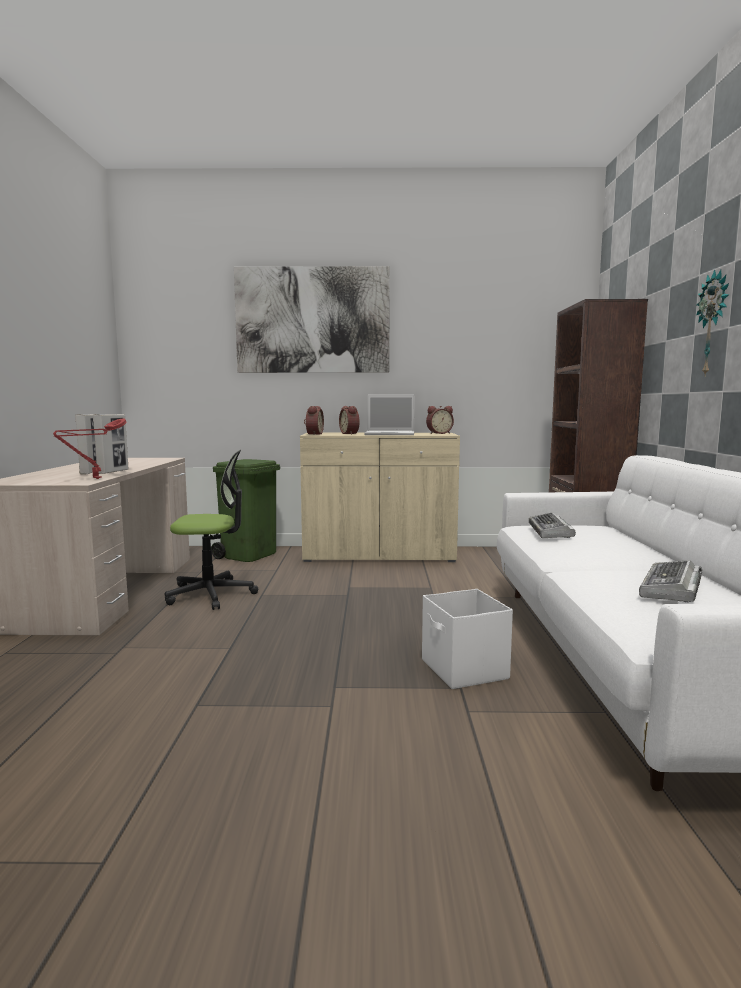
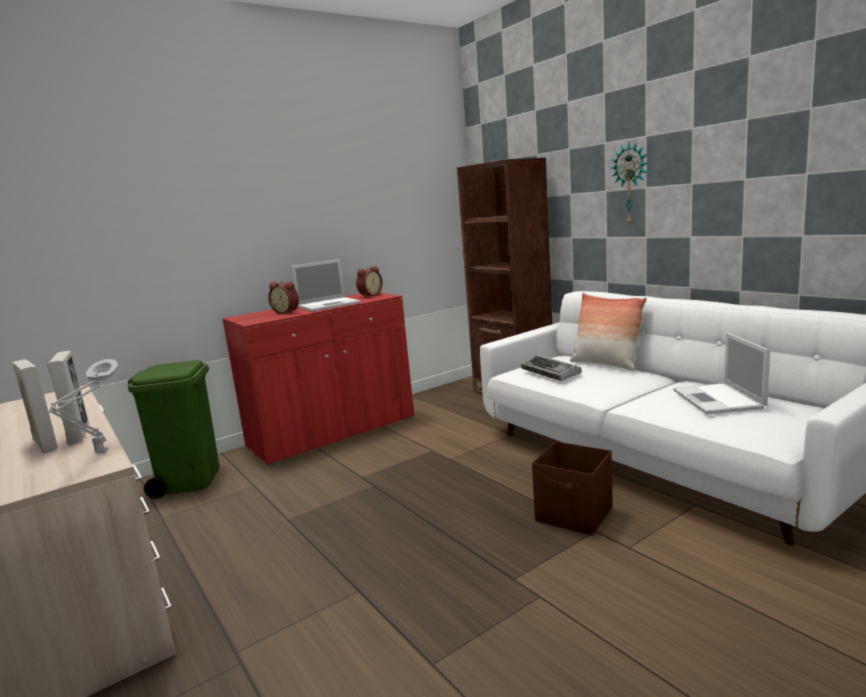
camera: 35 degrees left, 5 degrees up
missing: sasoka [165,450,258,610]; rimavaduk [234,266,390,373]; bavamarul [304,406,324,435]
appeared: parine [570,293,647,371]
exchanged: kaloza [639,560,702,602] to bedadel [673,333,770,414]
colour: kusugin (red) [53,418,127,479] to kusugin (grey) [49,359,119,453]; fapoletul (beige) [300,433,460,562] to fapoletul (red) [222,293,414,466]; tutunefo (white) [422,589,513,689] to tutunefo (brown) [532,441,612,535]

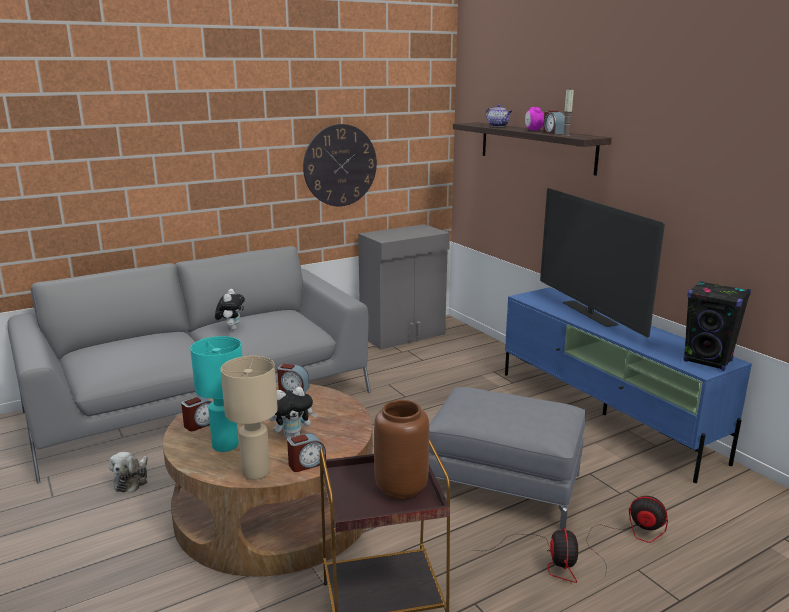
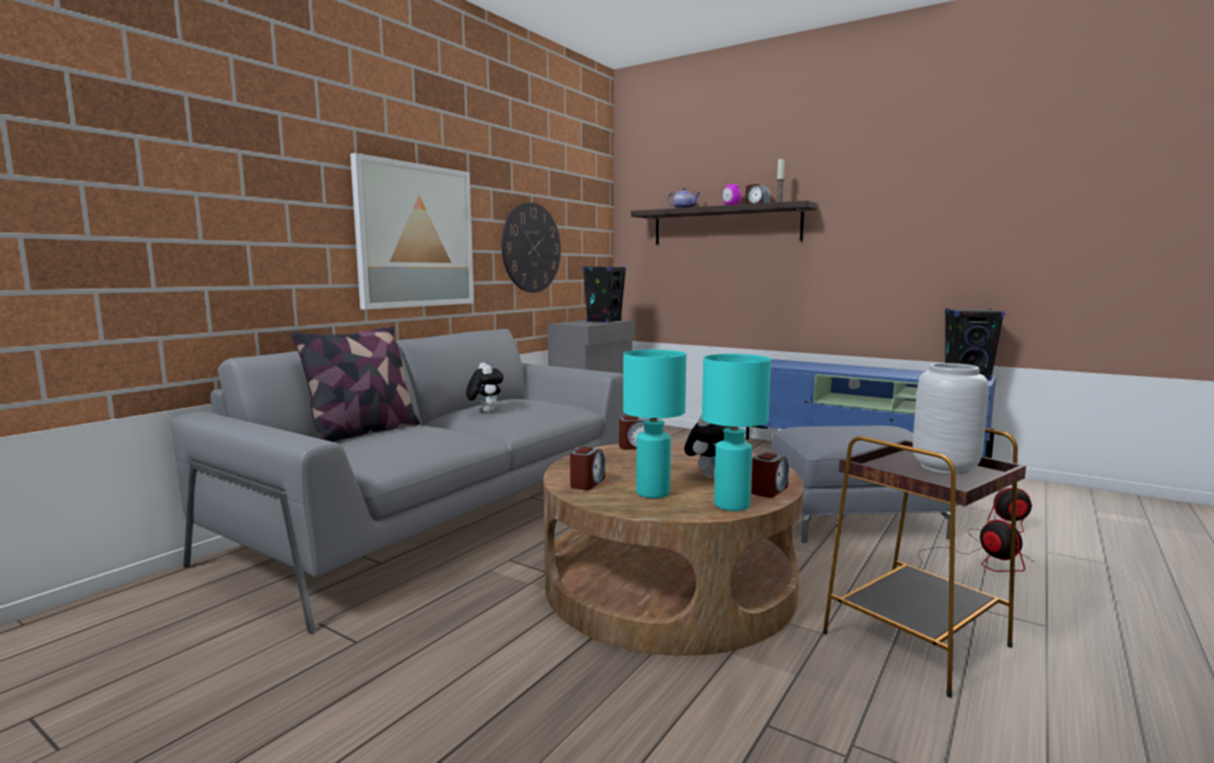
camera: 25 degrees left, 10 degrees down
missing: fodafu [109,452,148,493]; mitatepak [540,188,665,338]
appeared: parine [290,326,420,442]; rimavaduk [350,153,474,310]; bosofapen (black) [583,266,626,323]
colour: kusugin (beige) [221,356,278,480] to kusugin (turquoise) [702,354,771,511]; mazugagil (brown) [374,400,429,499] to mazugagil (grey) [913,363,989,475]

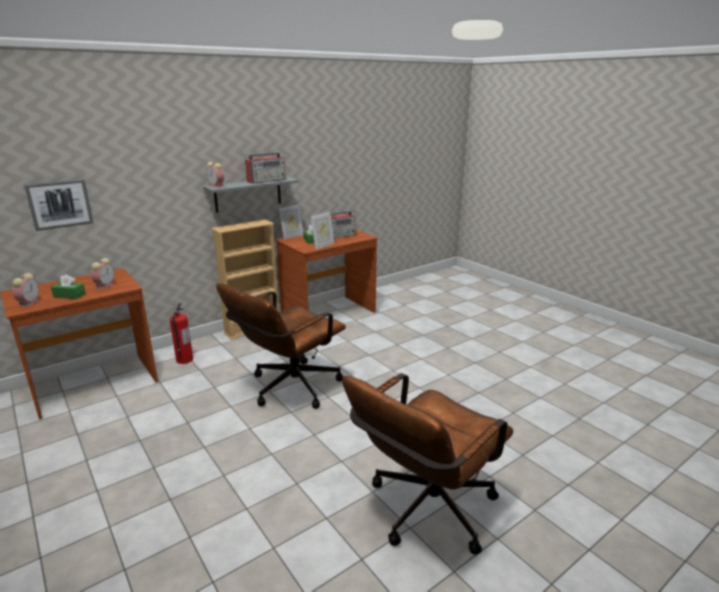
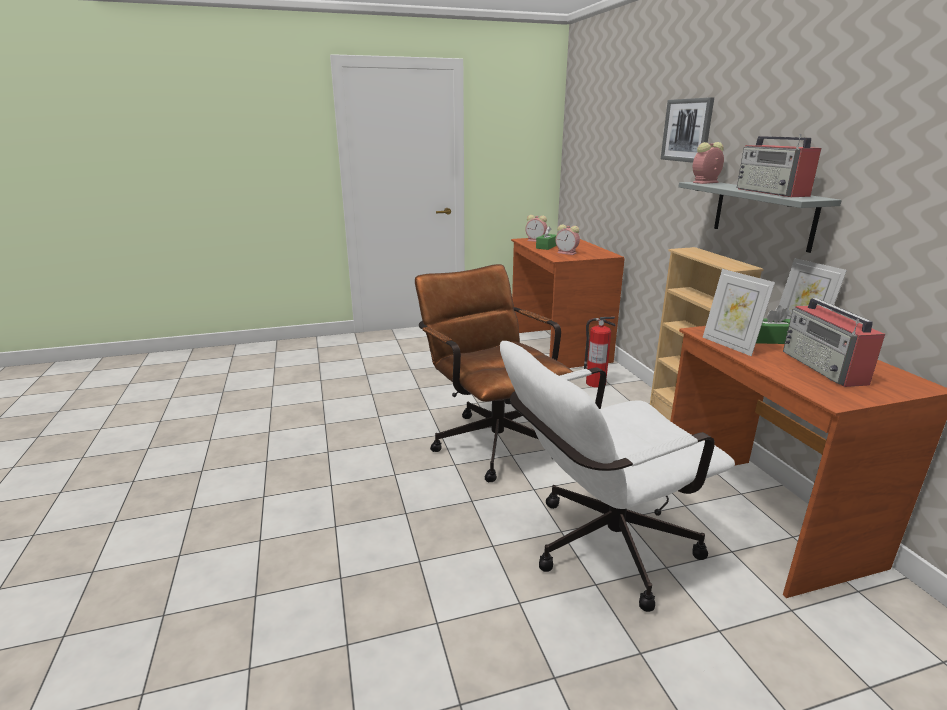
camera: 110 degrees right, 0 degrees up
missing: sasoka (brown) [342,373,514,555]
appeared: sasoka (white) [500,341,735,612]
relocated: rimavaduk [24,179,94,231] to [661,97,714,163]

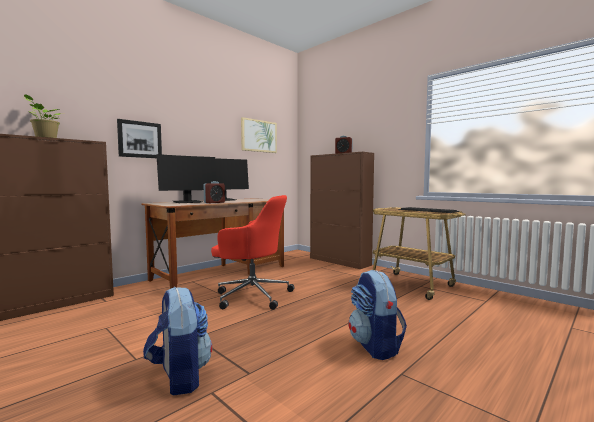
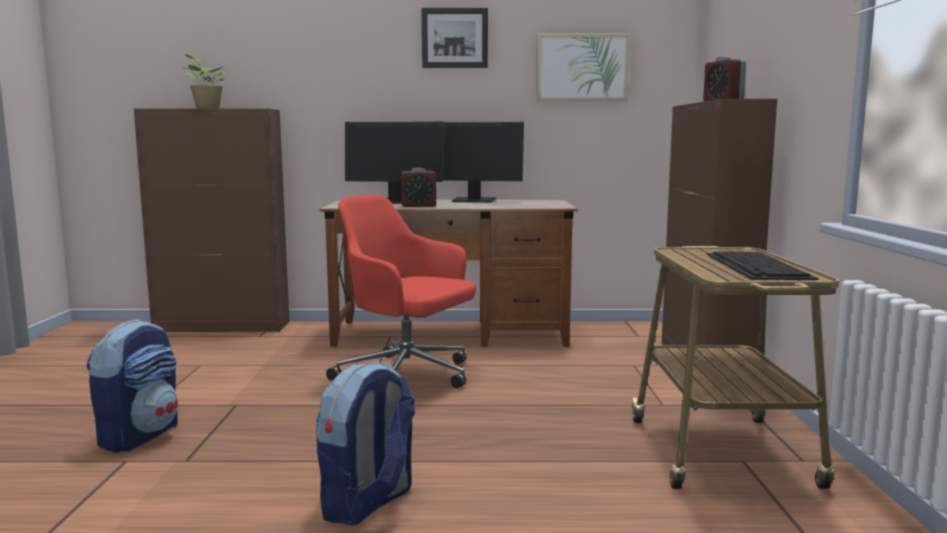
camera: 45 degrees right, 5 degrees up
relocated: rimavaduk [117,119,162,158] to [422,8,488,68]
spun: sasoka (red) [211,195,295,310] = [326,195,476,388] 150 degrees clockwise

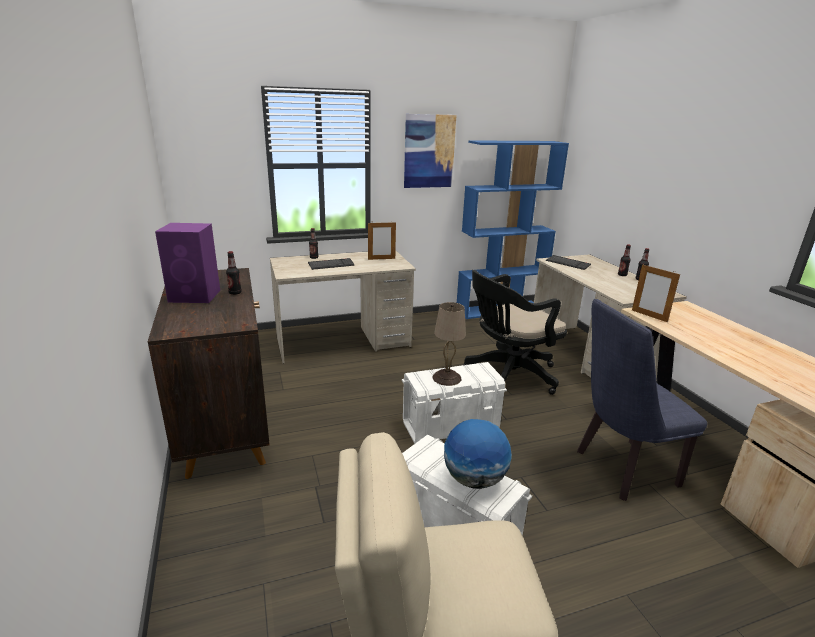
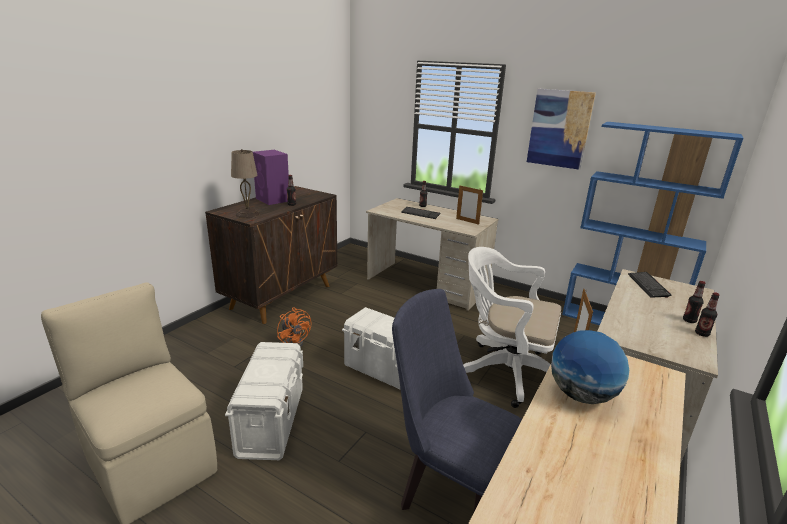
camera: 50 degrees right, 0 degrees up
appeared: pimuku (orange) [277,307,311,347]
relocated: kusugin (beige) [432,302,466,386] to [231,149,260,218]; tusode [444,419,512,489] to [551,330,629,404]
colour: sasoka (black) [464,270,567,395] to sasoka (white) [463,247,561,408]

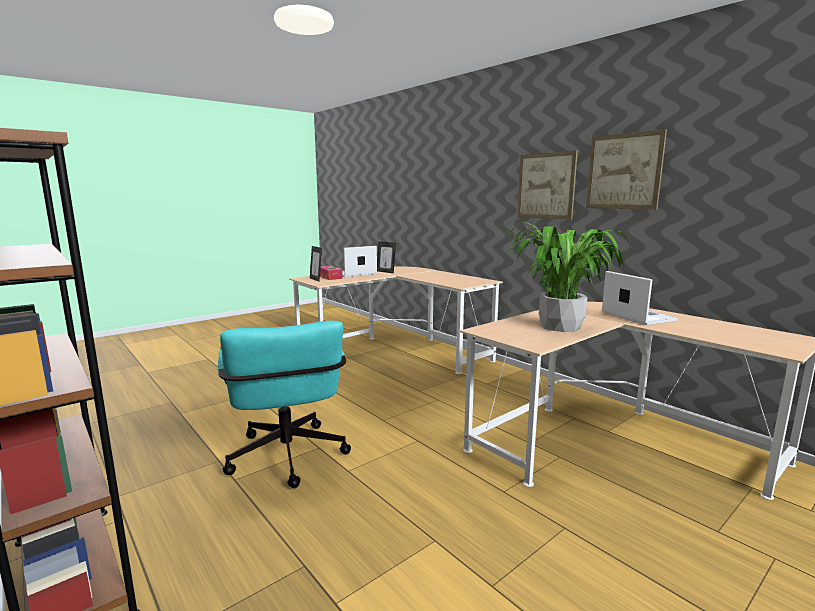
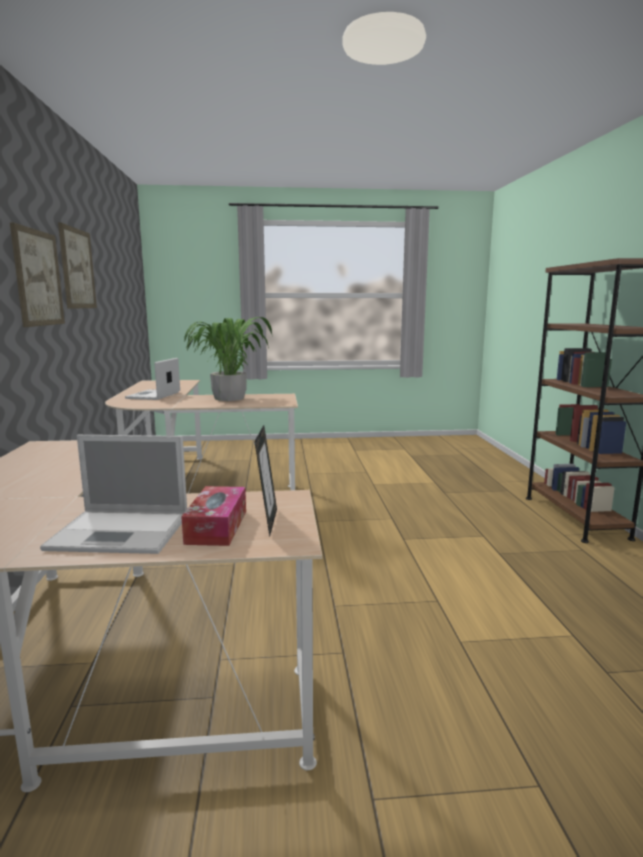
camera: 145 degrees left, 0 degrees up
missing: sasoka (turquoise) [217,321,351,488]; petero [377,242,396,273]

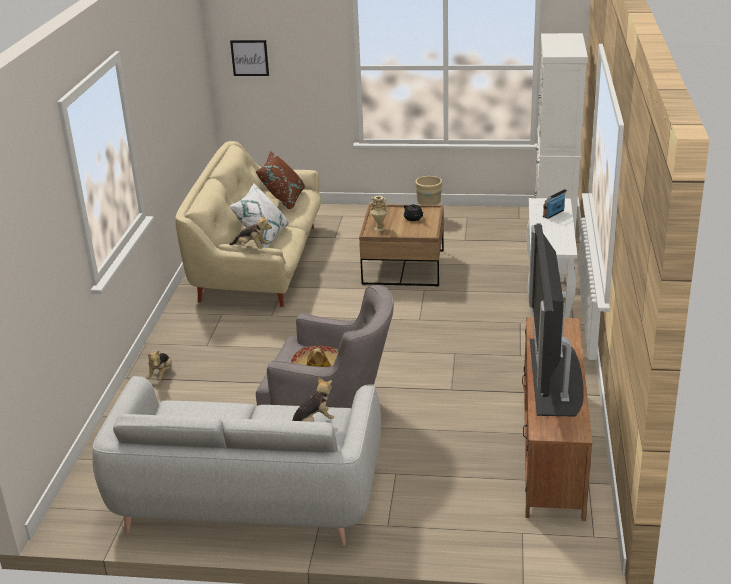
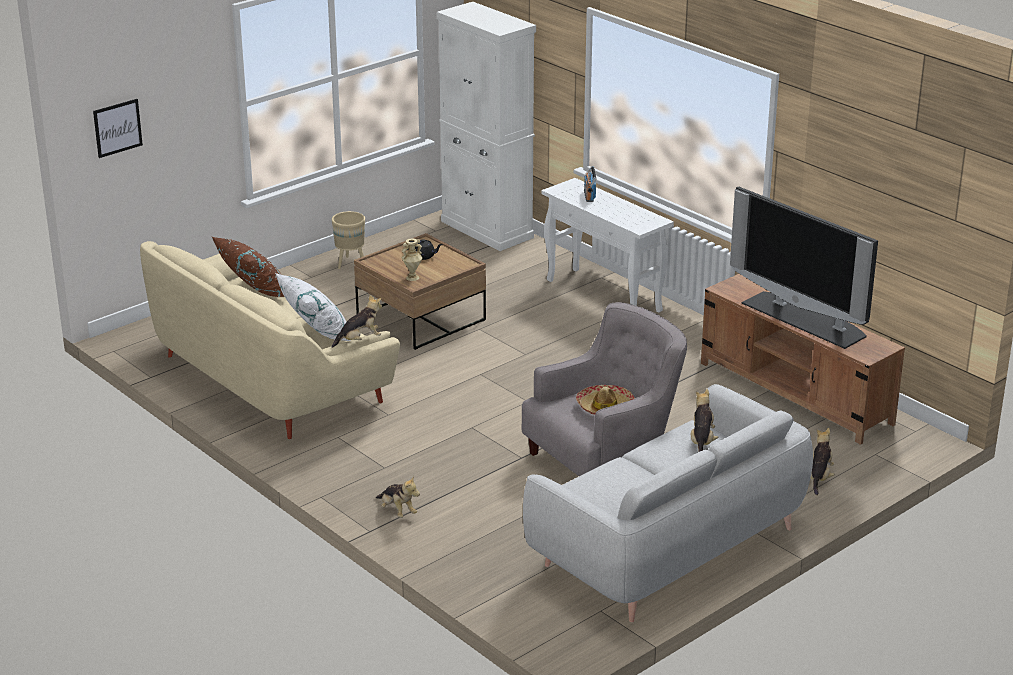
camera: 50 degrees left, 0 degrees up
appeared: fodafu [811,428,835,495]

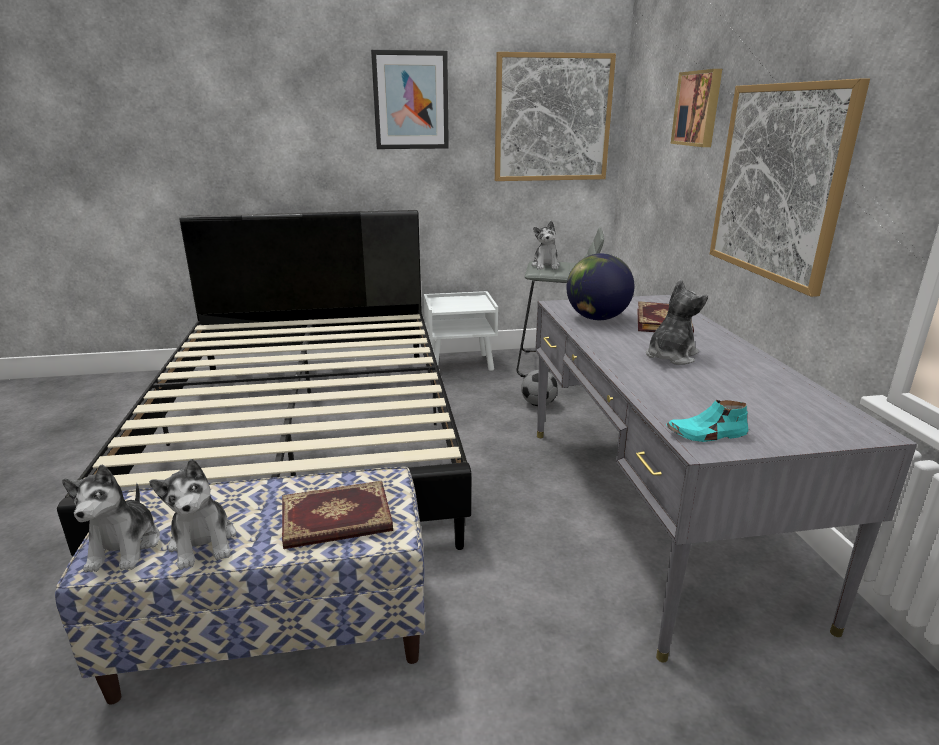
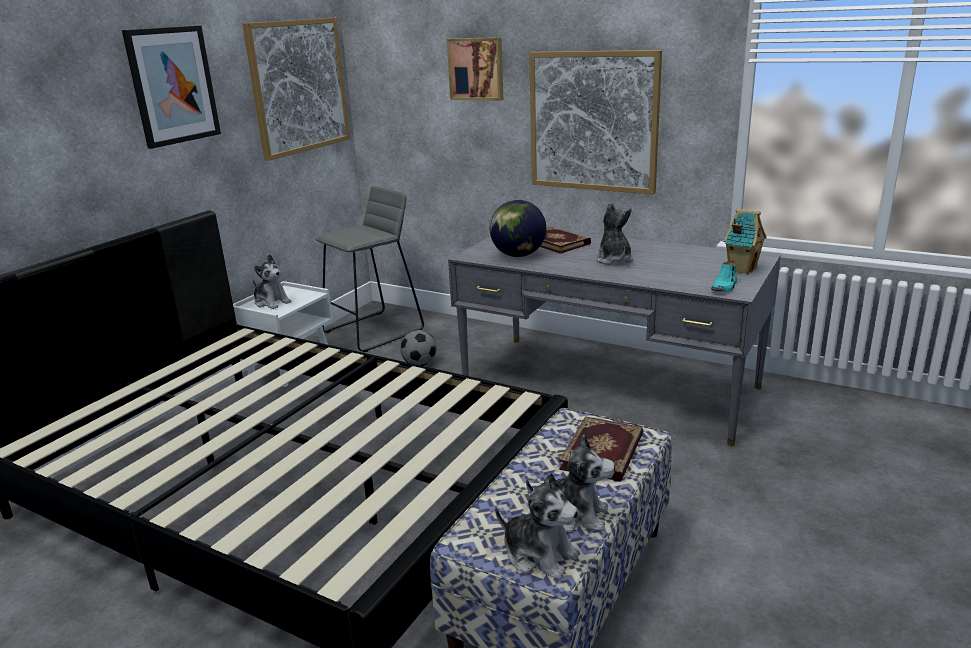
camera: 50 degrees left, 0 degrees up
appeared: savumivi [723,209,767,274]
relocated: fodafu [532,221,560,270] to [253,254,292,309]

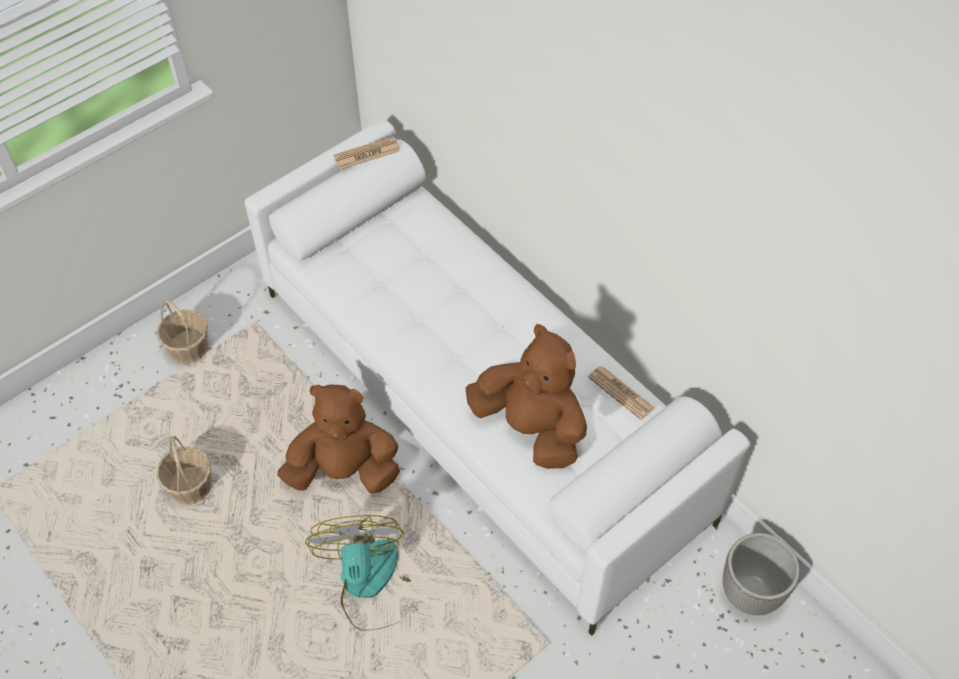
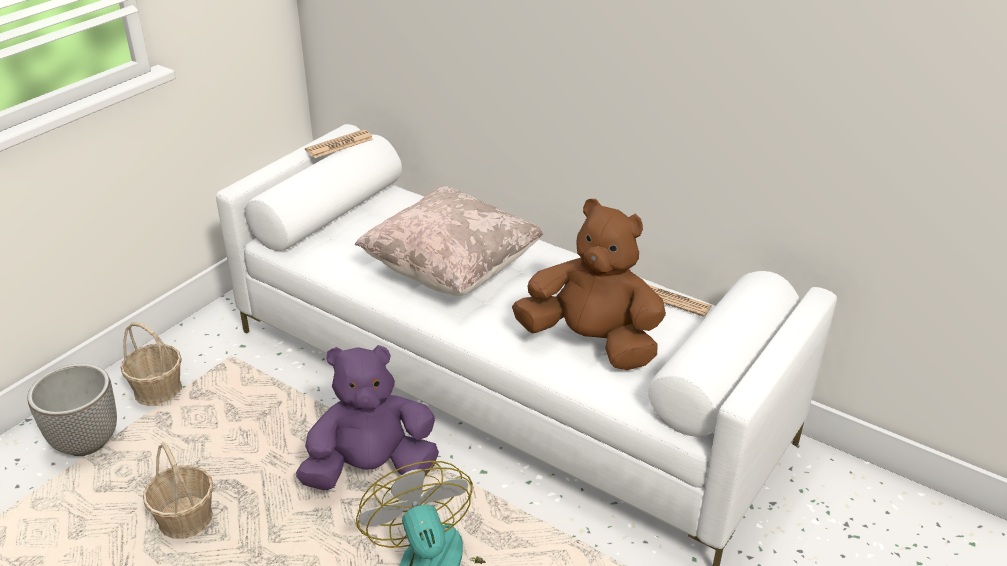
camera: 15 degrees left, 20 degrees down
appeared: parine (beige) [355,186,544,296]
relocated: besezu [723,533,800,615] to [27,364,117,456]
colour: fodafu (brown) [277,384,400,494] to fodafu (purple) [296,345,439,490]

